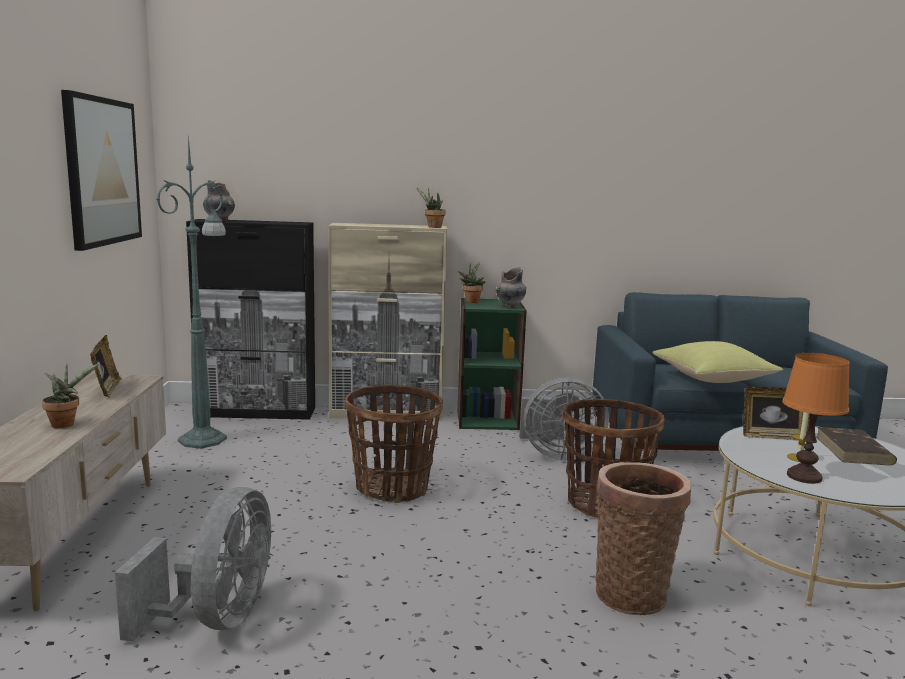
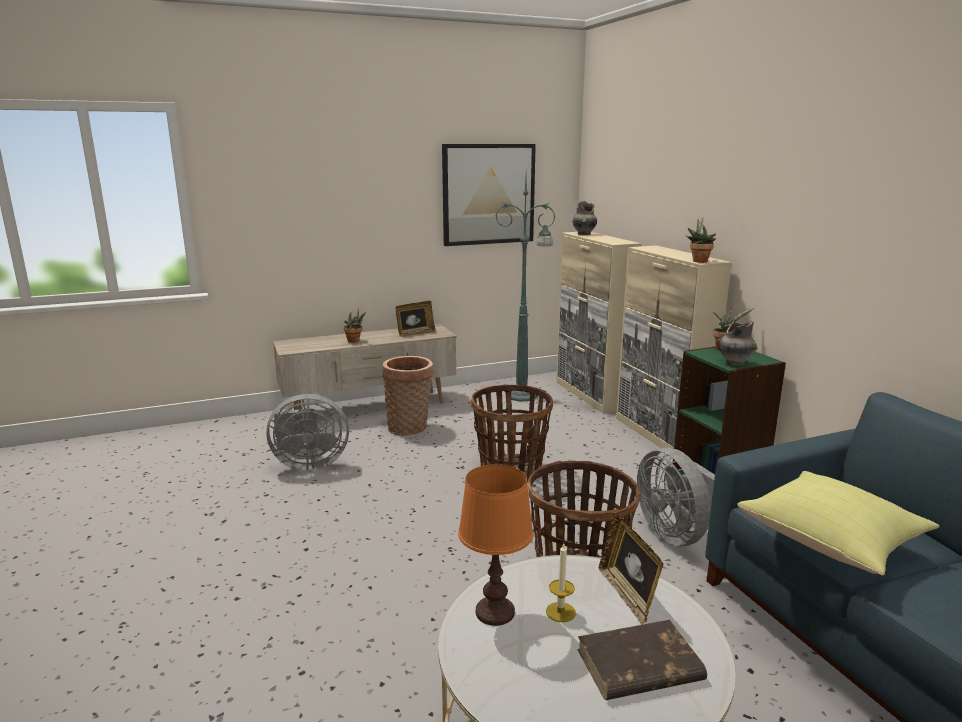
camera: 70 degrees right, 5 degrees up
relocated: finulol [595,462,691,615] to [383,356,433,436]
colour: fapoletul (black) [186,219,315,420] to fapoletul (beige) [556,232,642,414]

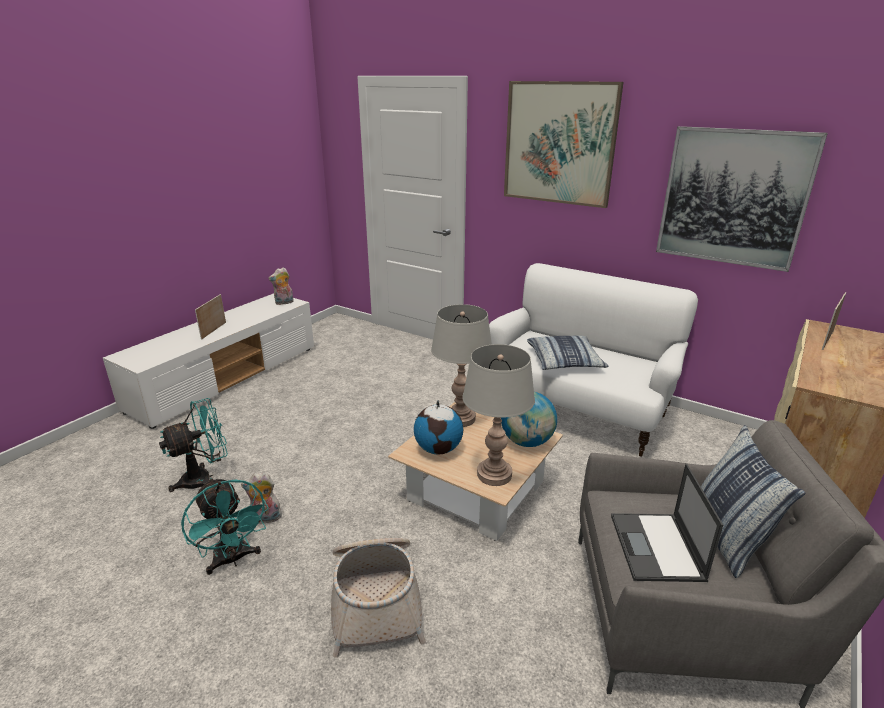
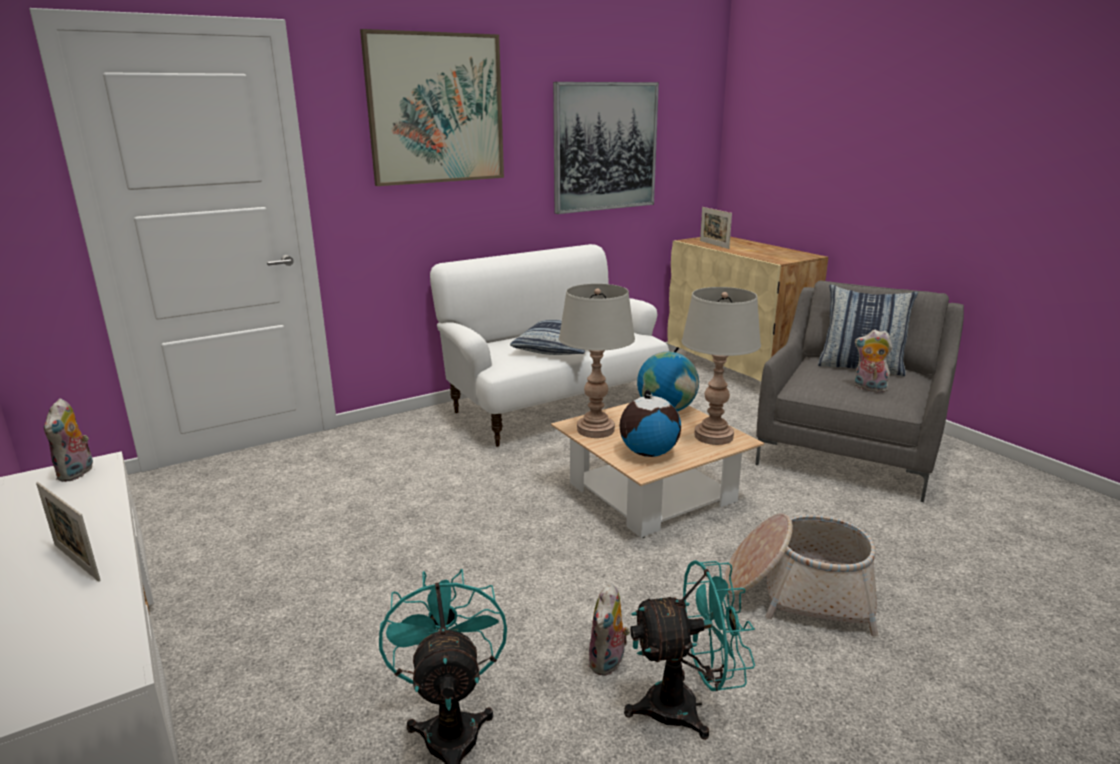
camera: 65 degrees left, 5 degrees down
exchanged: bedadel [611,464,723,582] to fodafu [855,330,892,393]

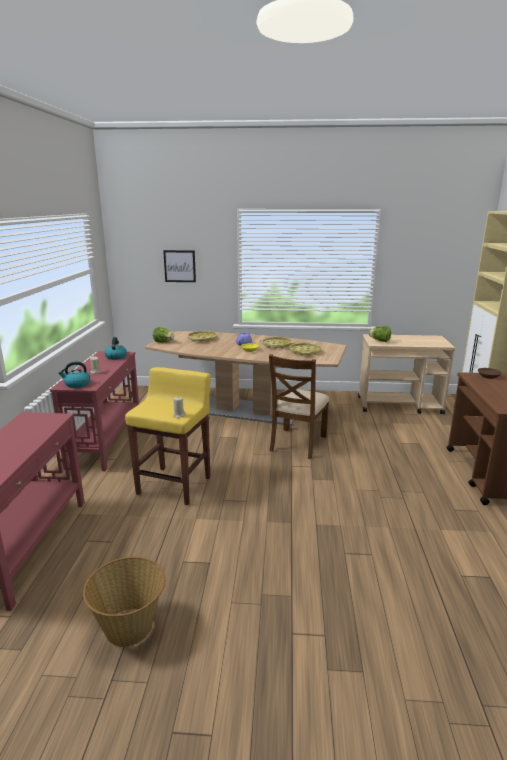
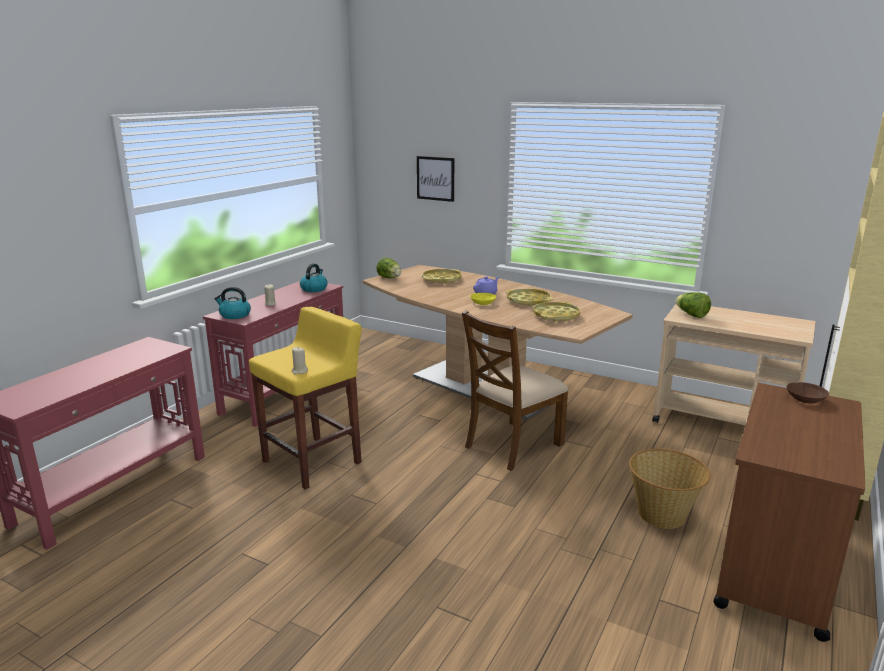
camera: 25 degrees right, 0 degrees up
relocated: finulol [83,557,165,647] to [629,449,711,529]

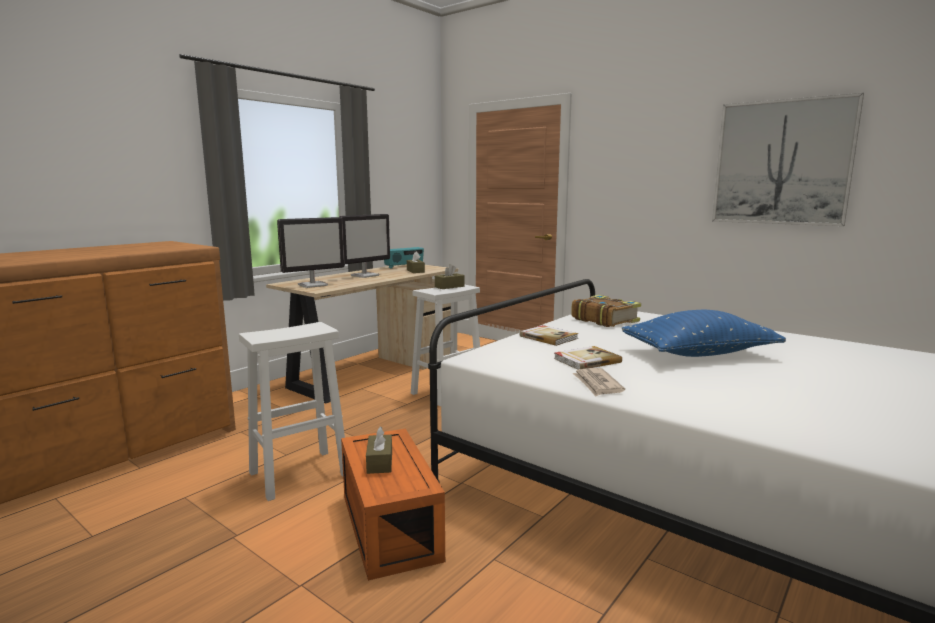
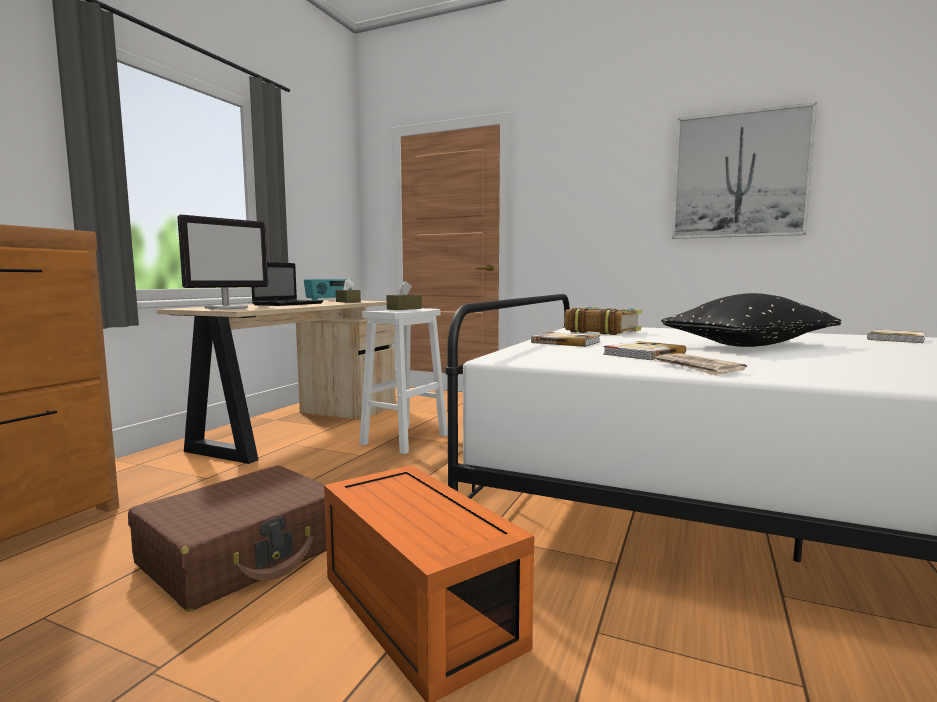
camera: 15 degrees left, 5 degrees down
missing: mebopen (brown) [366,427,392,474]
appeared: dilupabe [867,330,926,343]
exchanged: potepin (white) [239,322,345,501] to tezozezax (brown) [128,466,327,611]; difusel [340,214,390,278] to bedadel [252,262,323,306]
colour: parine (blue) [622,310,786,357] to parine (black) [661,293,841,347]

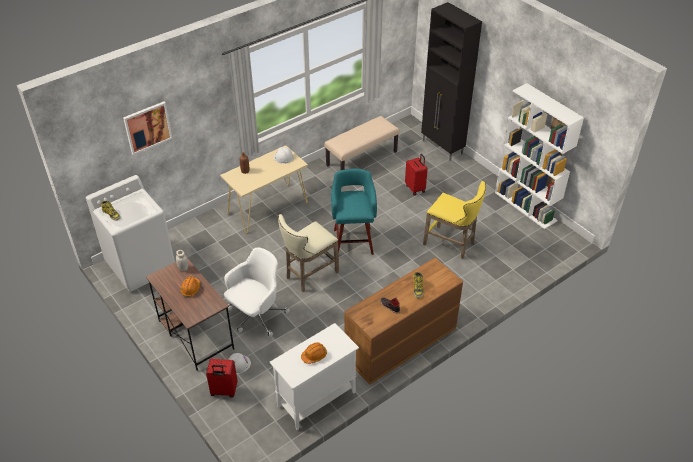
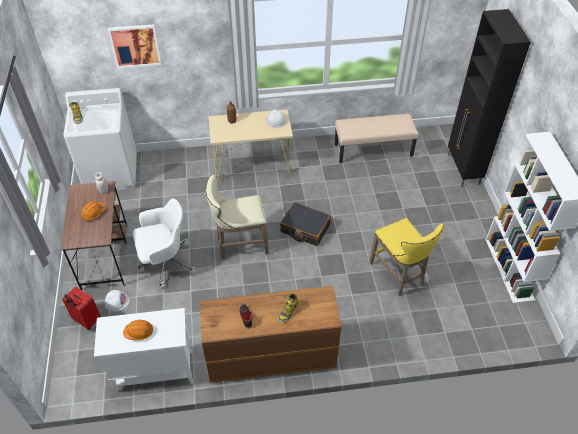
camera: 30 degrees right, 5 degrees up
missing: tezozezax (red) [405,154,428,196]
exchanged: potepin (turquoise) [331,169,377,255] to tezozezax (black) [280,202,331,246]

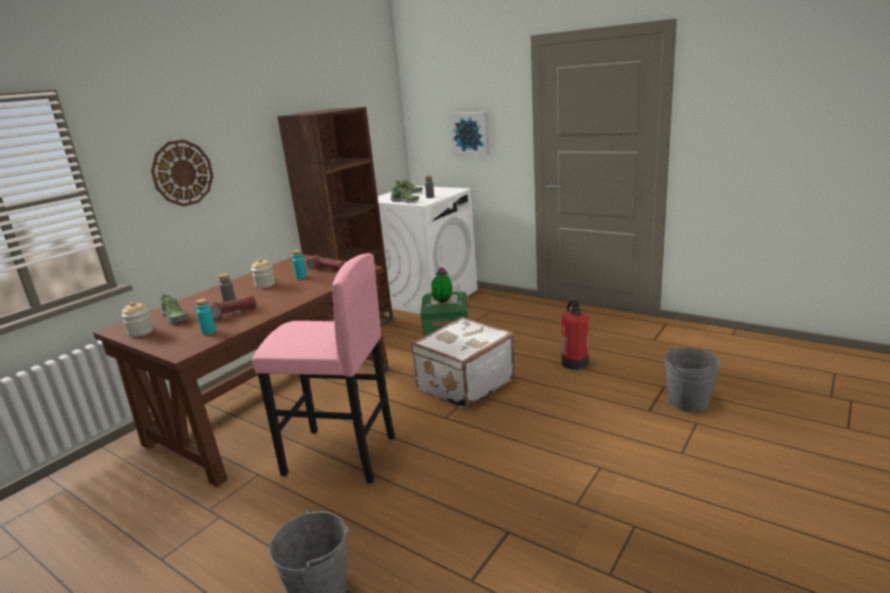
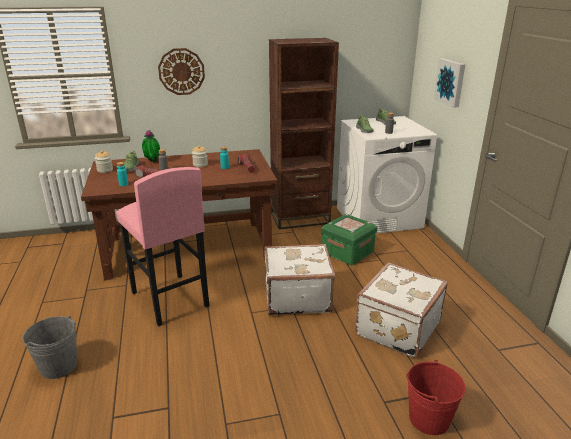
camera: 40 degrees right, 5 degrees up
relocated: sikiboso [431,267,452,303] to [142,130,160,162]
exchanged: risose [562,300,589,370] to tezozezax (white) [355,262,448,358]
colour: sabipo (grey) [664,347,721,412] to sabipo (red) [406,360,466,435]

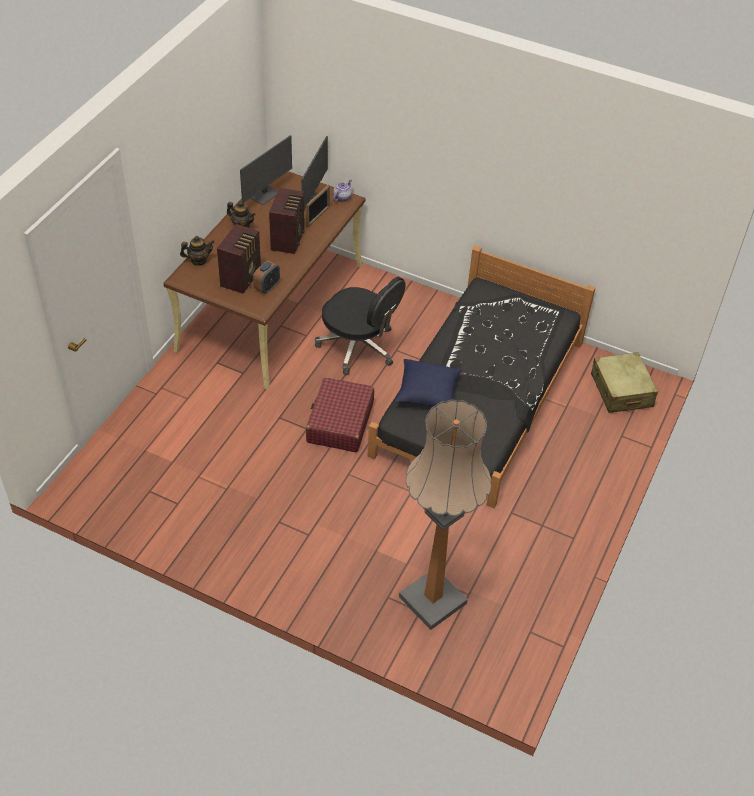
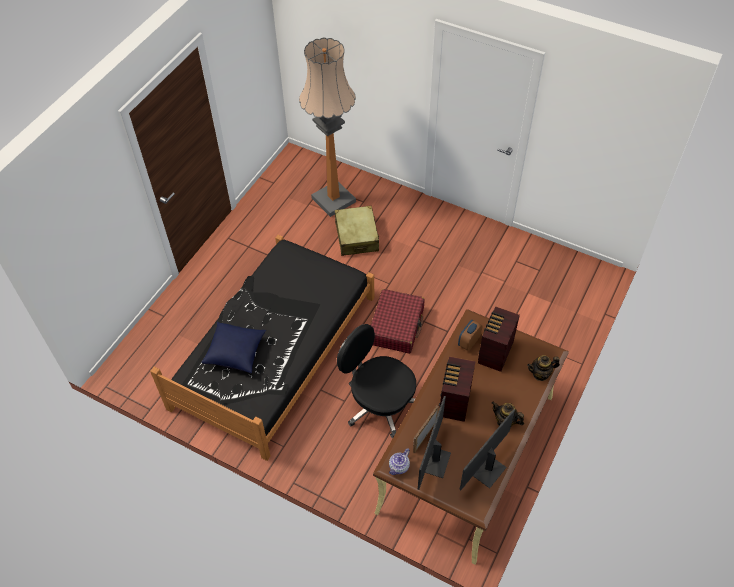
camera: 175 degrees left, 5 degrees up
relocated: parine (blue) [395,359,462,407] to [201,322,266,373]; tezozezax (beige) [591,352,658,413] to [335,206,379,256]

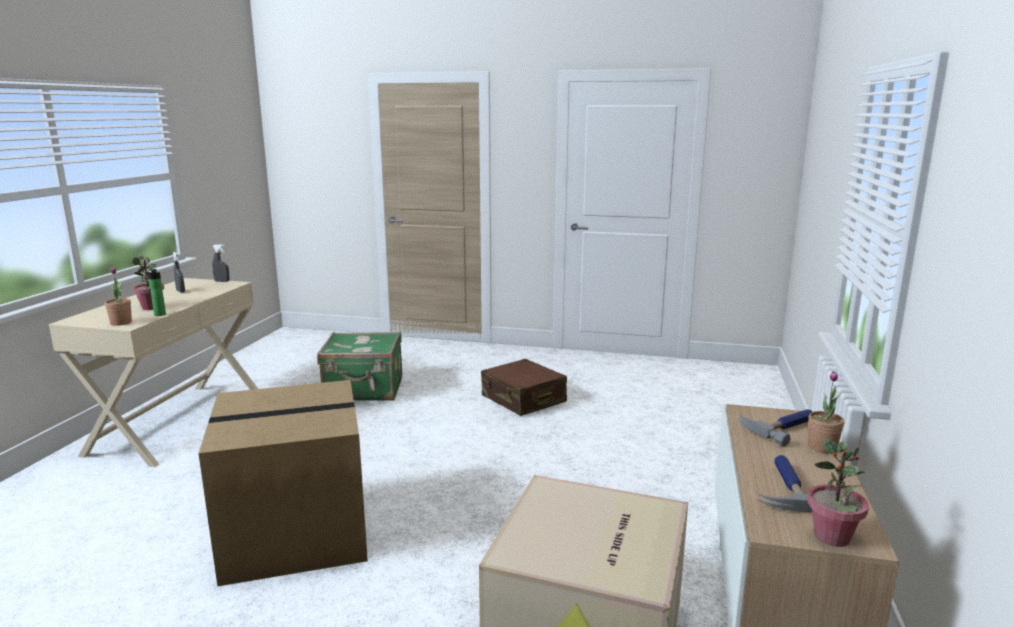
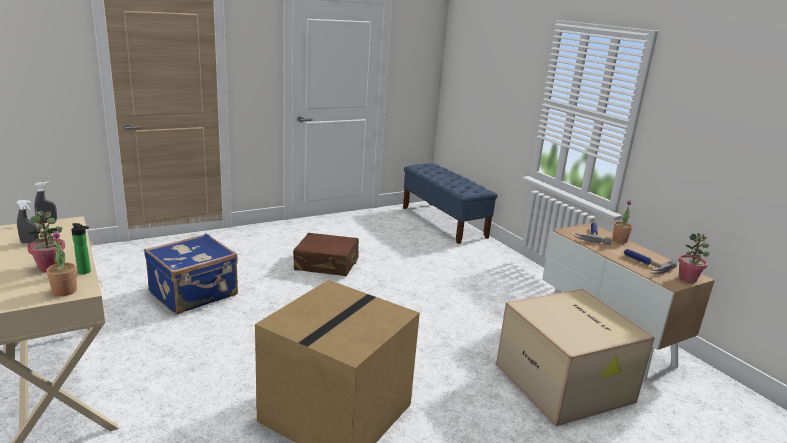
camera: 45 degrees left, 5 degrees up
appeared: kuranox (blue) [403,163,497,244]
colour: tezozezax (green) [317,331,402,400] to tezozezax (blue) [144,233,238,315]

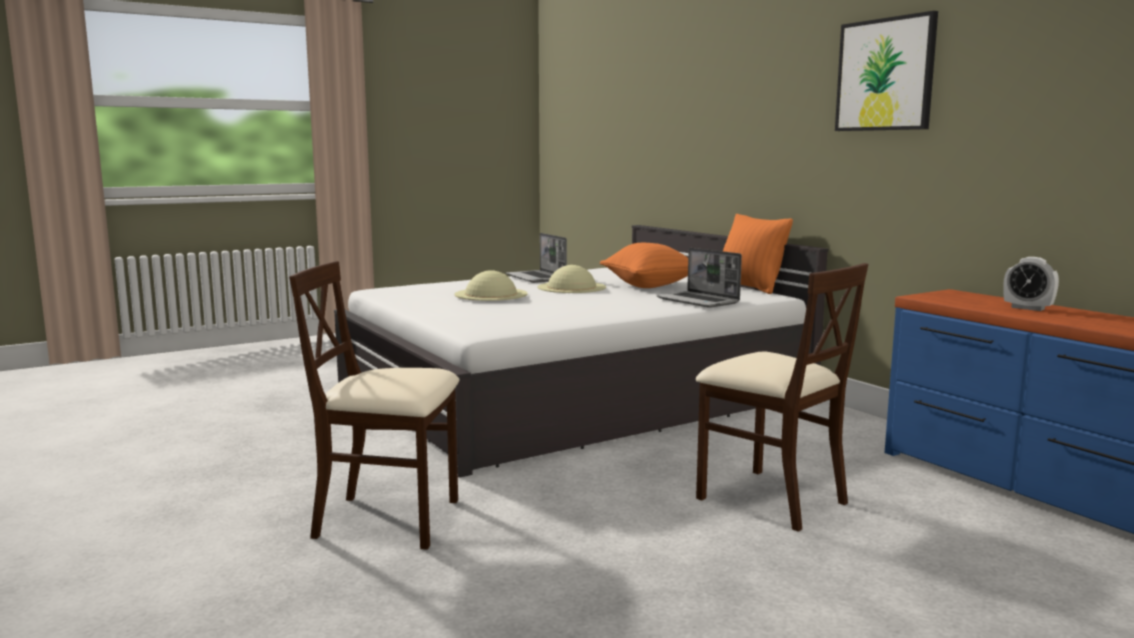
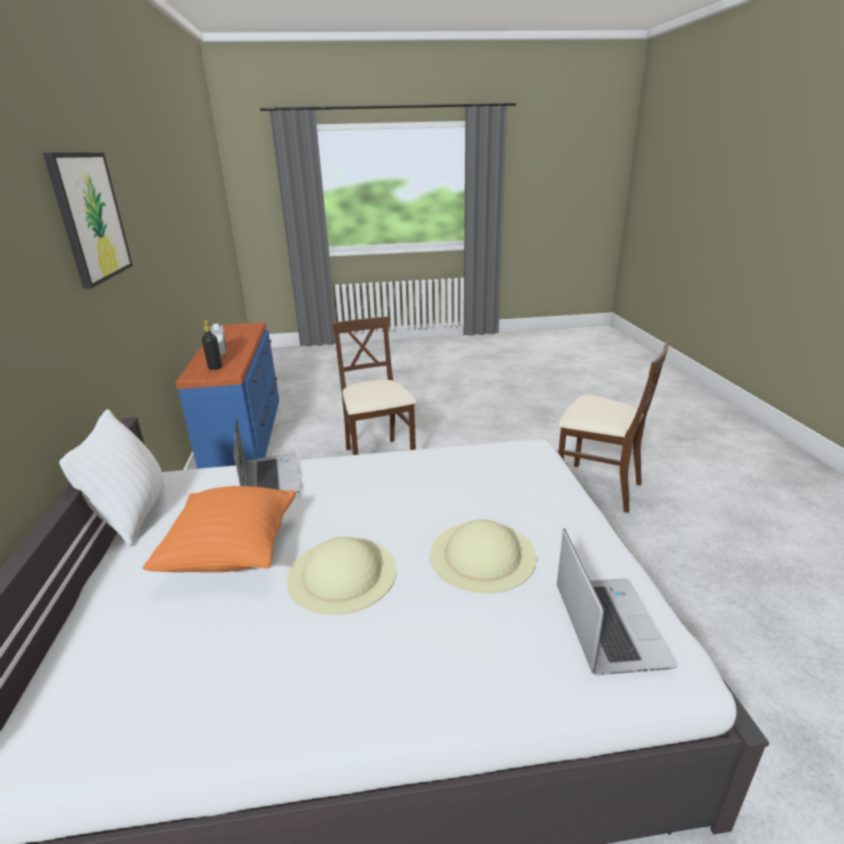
camera: 155 degrees left, 15 degrees up
appeared: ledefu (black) [202,320,222,370]
relocated: bedadel [505,233,567,283] to [557,528,678,675]
colour: parine (orange) [723,214,793,294] to parine (white) [59,409,165,547]

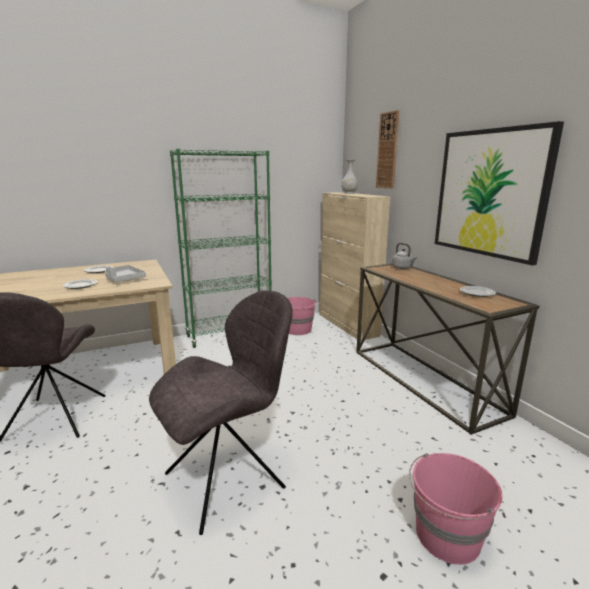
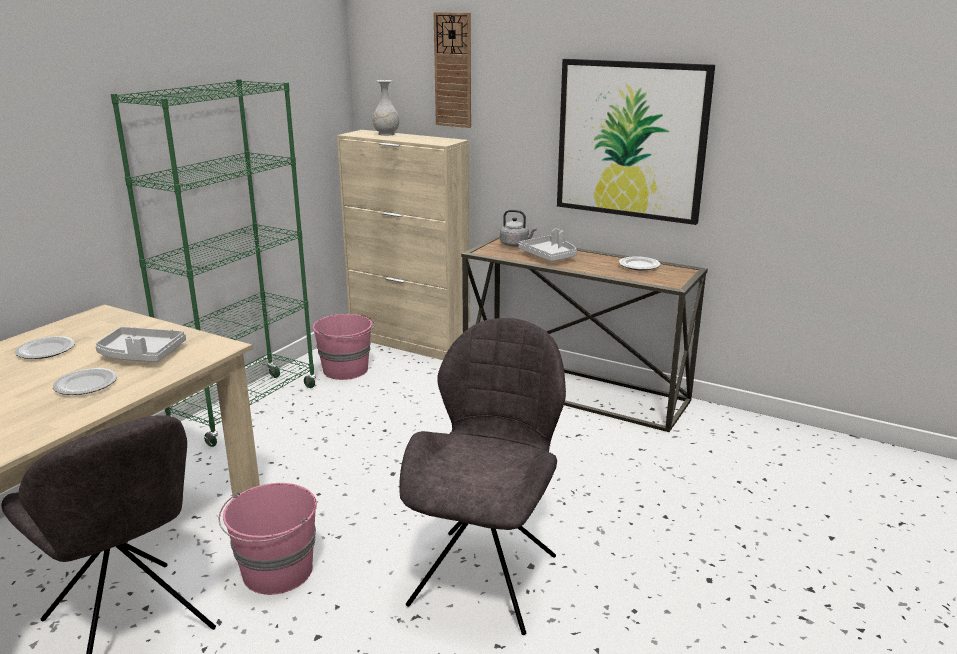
camera: 35 degrees left, 5 degrees up
appeared: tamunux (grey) [519,229,577,261]
relocated: sabipo (pink) [409,453,502,565] to [219,483,317,595]

